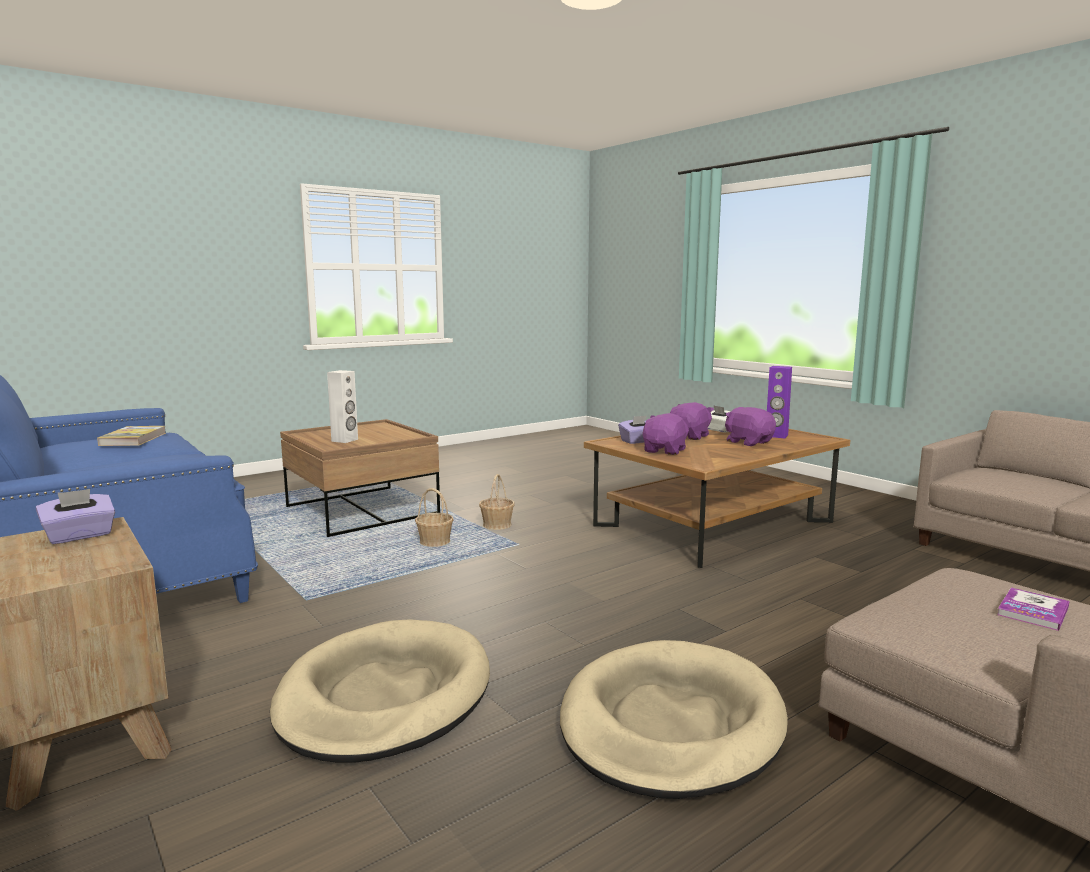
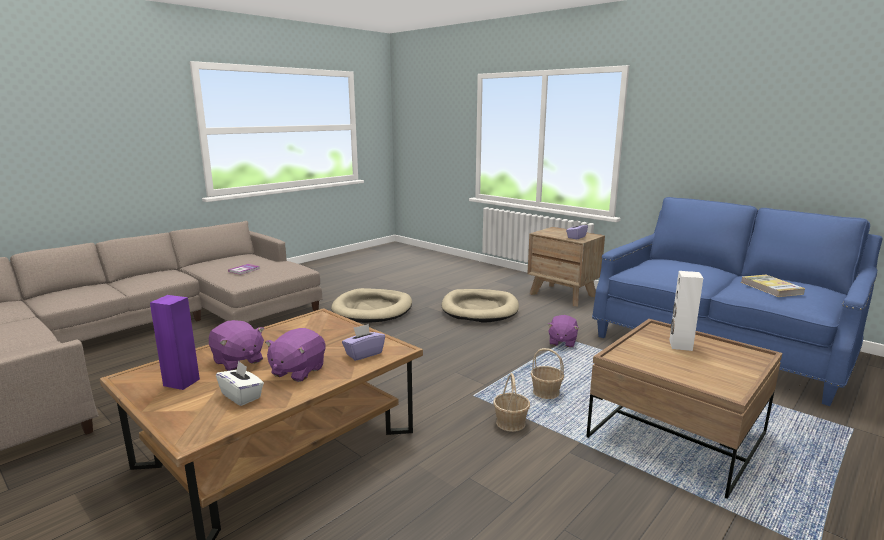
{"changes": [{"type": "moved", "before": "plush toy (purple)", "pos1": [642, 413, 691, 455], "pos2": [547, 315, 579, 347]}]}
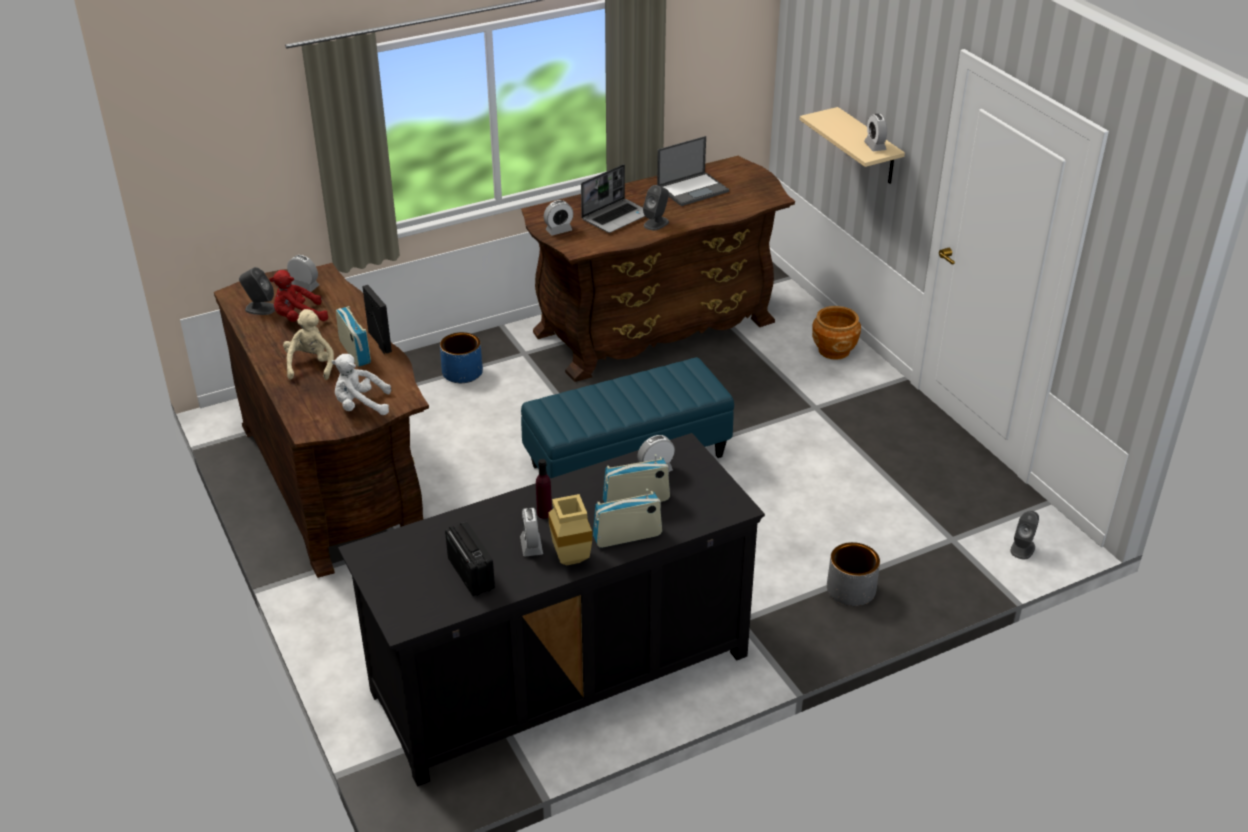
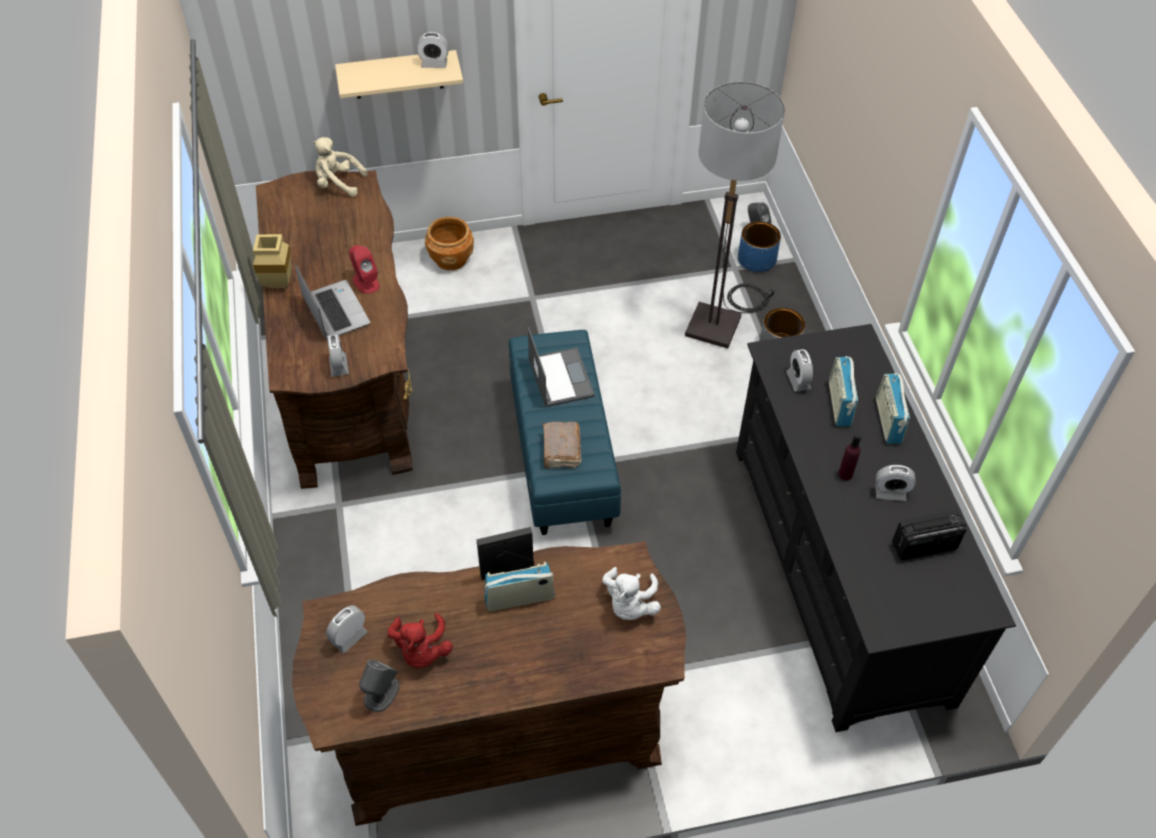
{"changes": [{"type": "moved", "before": "laptop", "pos1": [657, 136, 729, 206], "pos2": [528, 327, 595, 407]}, {"type": "recoloured", "before": "speaker (grey)", "after": "speaker (red)", "pos1": [643, 185, 669, 230], "pos2": [349, 245, 380, 294]}, {"type": "moved", "before": "plush toy (beige)", "pos1": [283, 309, 334, 380], "pos2": [313, 137, 368, 197]}, {"type": "moved", "before": "planter (blue)", "pos1": [440, 332, 483, 383], "pos2": [738, 221, 781, 272]}, {"type": "moved", "before": "vase (beige)", "pos1": [548, 494, 592, 565], "pos2": [253, 234, 292, 288]}, {"type": "added", "after": "floor lamp", "pos2": [685, 82, 785, 349]}, {"type": "added", "after": "book (brown)", "pos2": [542, 422, 581, 469]}]}
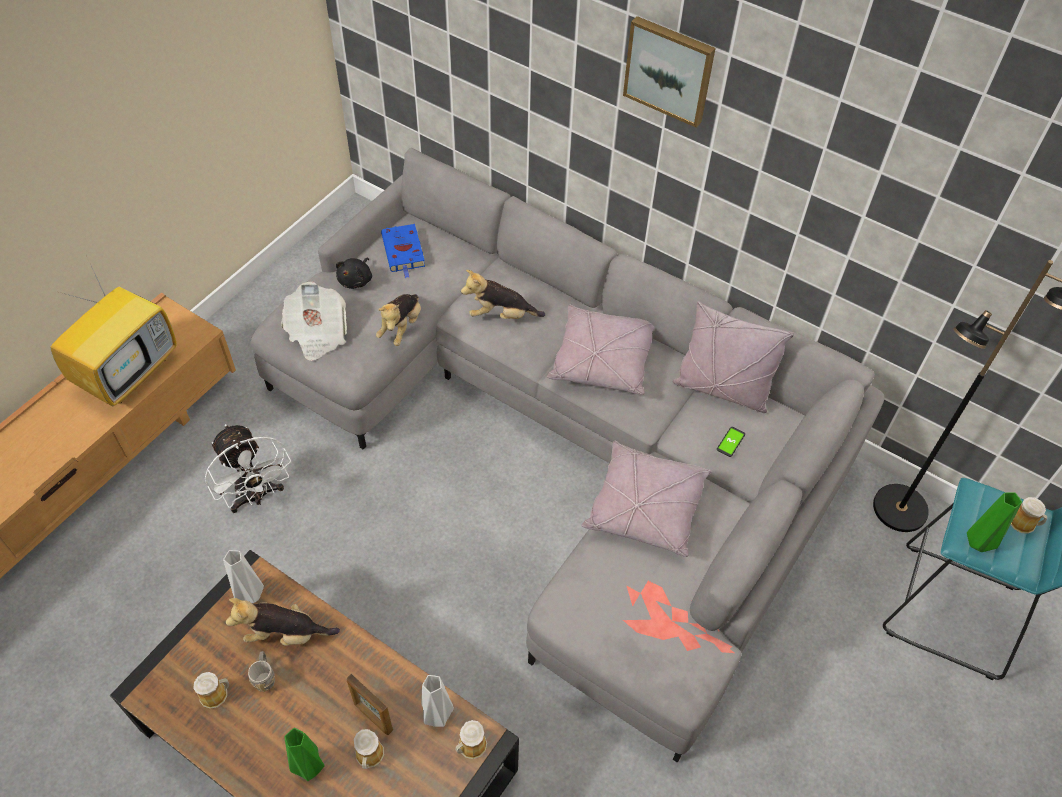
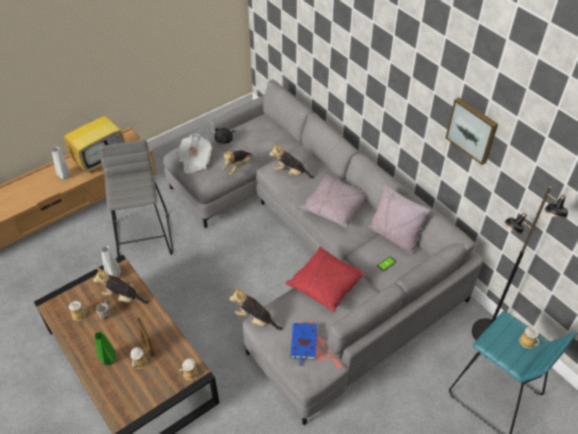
{"changes": [{"type": "moved", "before": "picture", "pos1": [623, 16, 716, 128], "pos2": [446, 97, 498, 165]}, {"type": "moved", "before": "book (blue)", "pos1": [381, 224, 425, 278], "pos2": [290, 323, 317, 366]}, {"type": "replaced", "before": "fan (white)", "after": "stool (grey)", "pos1": [205, 424, 291, 513], "pos2": [99, 140, 173, 257]}, {"type": "recoloured", "before": "pillow (purple)", "after": "pillow (red)", "pos1": [582, 441, 711, 557], "pos2": [285, 246, 366, 312]}, {"type": "removed", "before": "vase (green)", "pos1": [967, 492, 1022, 552]}, {"type": "moved", "before": "vase (grey)", "pos1": [421, 675, 454, 727], "pos2": [52, 146, 71, 179]}, {"type": "added", "after": "plush toy", "pos2": [229, 287, 283, 330]}]}
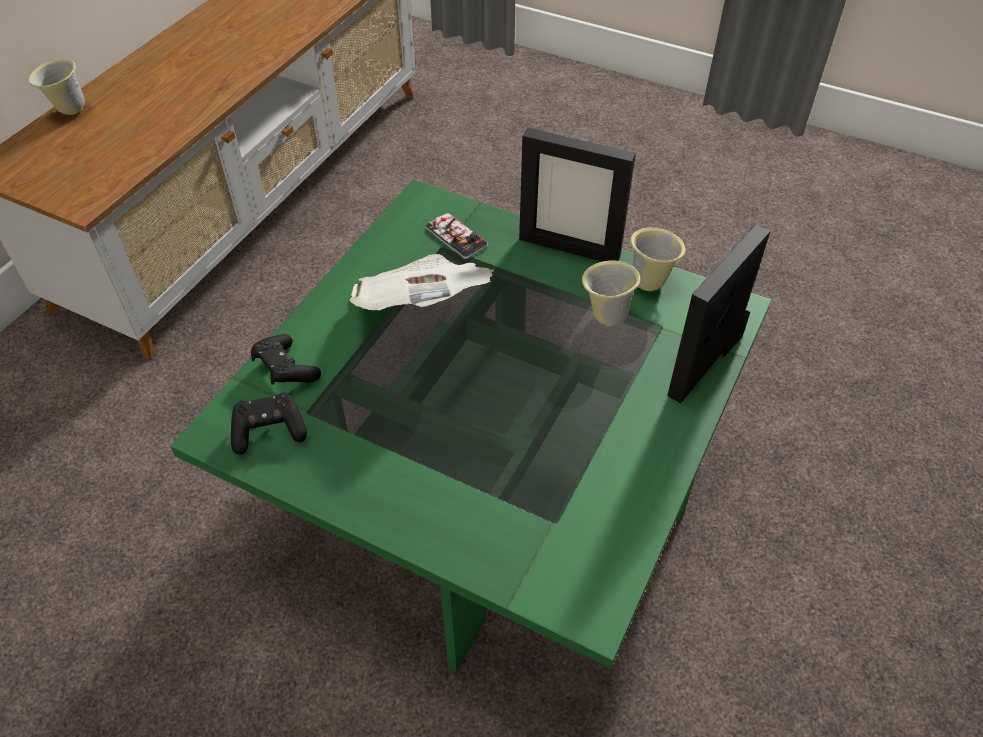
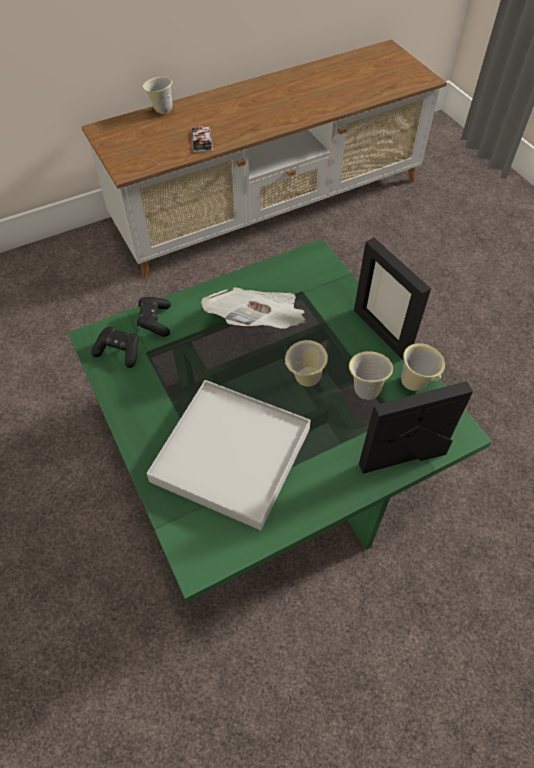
{"changes": [{"type": "moved", "before": "phone", "pos1": [425, 212, 488, 259], "pos2": [192, 126, 213, 152]}, {"type": "added", "after": "mug (beige)", "pos2": [285, 340, 328, 387]}, {"type": "added", "after": "tray (white)", "pos2": [146, 380, 311, 530]}]}
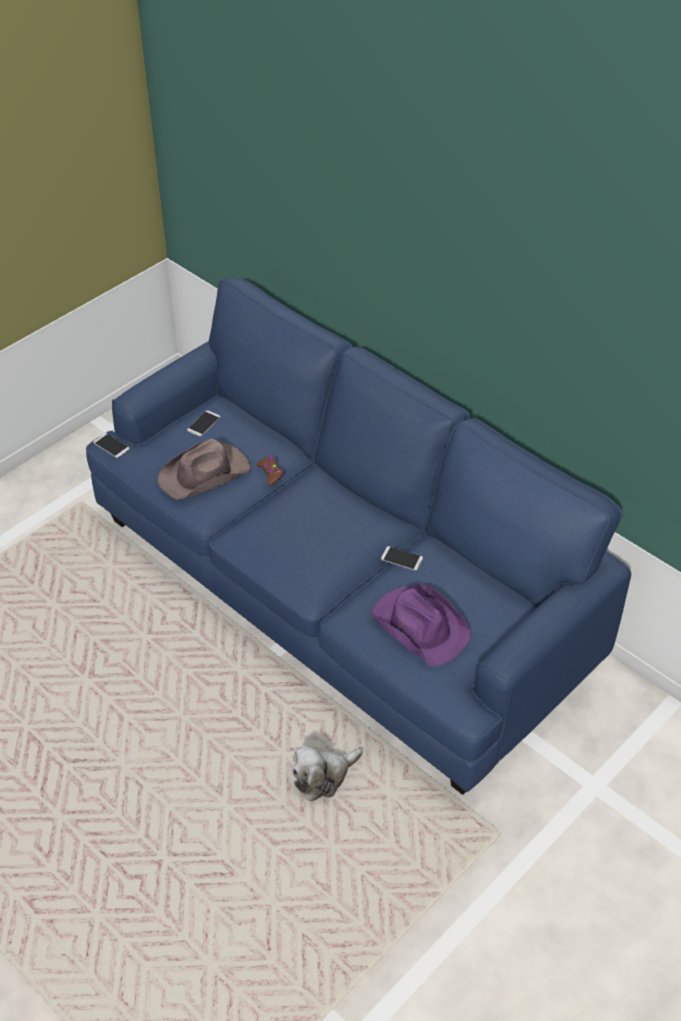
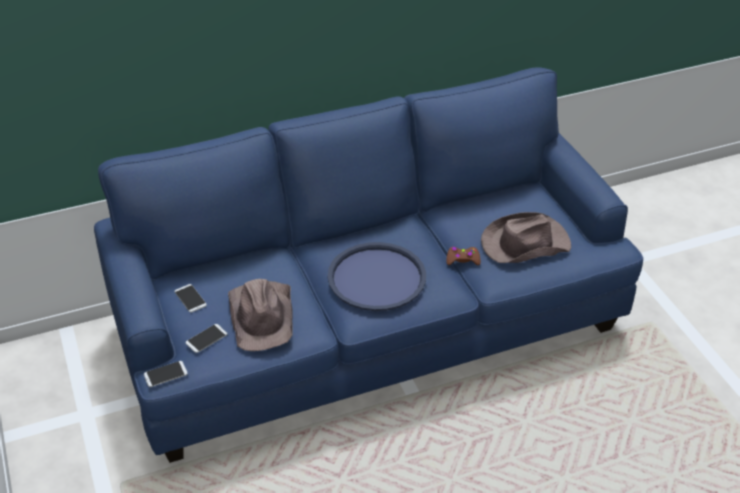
{"changes": [{"type": "moved", "before": "game controller (brown)", "pos1": [256, 456, 283, 486], "pos2": [446, 247, 481, 265]}, {"type": "moved", "before": "phone", "pos1": [381, 546, 423, 570], "pos2": [186, 324, 227, 353]}, {"type": "recoloured", "before": "hat (purple)", "after": "hat (brown)", "pos1": [371, 584, 471, 666], "pos2": [481, 212, 571, 263]}, {"type": "removed", "before": "plush toy", "pos1": [292, 745, 363, 801]}, {"type": "added", "after": "tray (blue)", "pos2": [328, 242, 426, 311]}]}
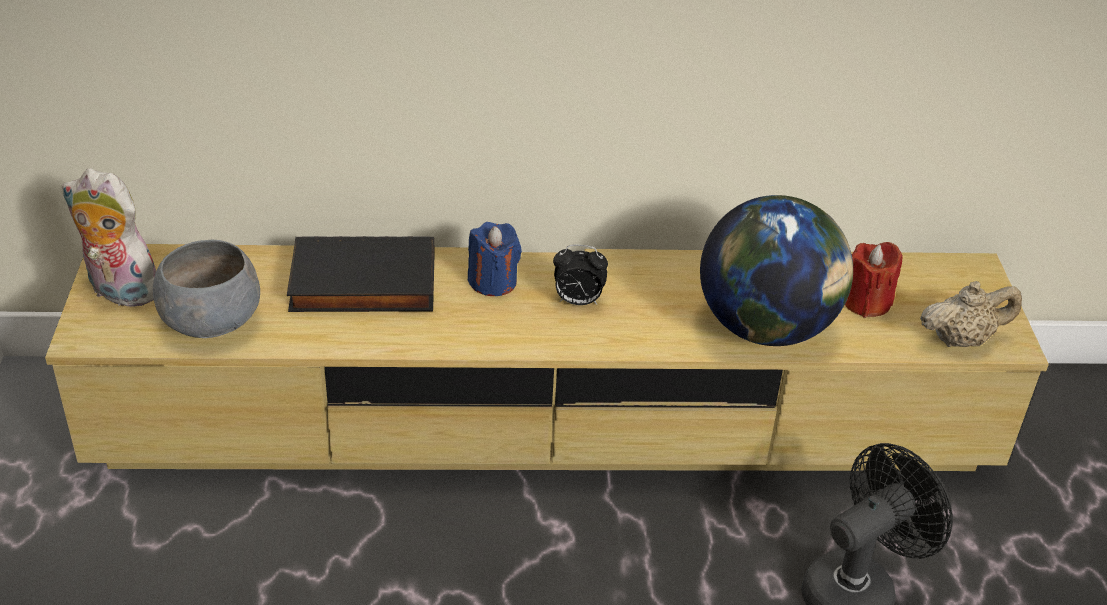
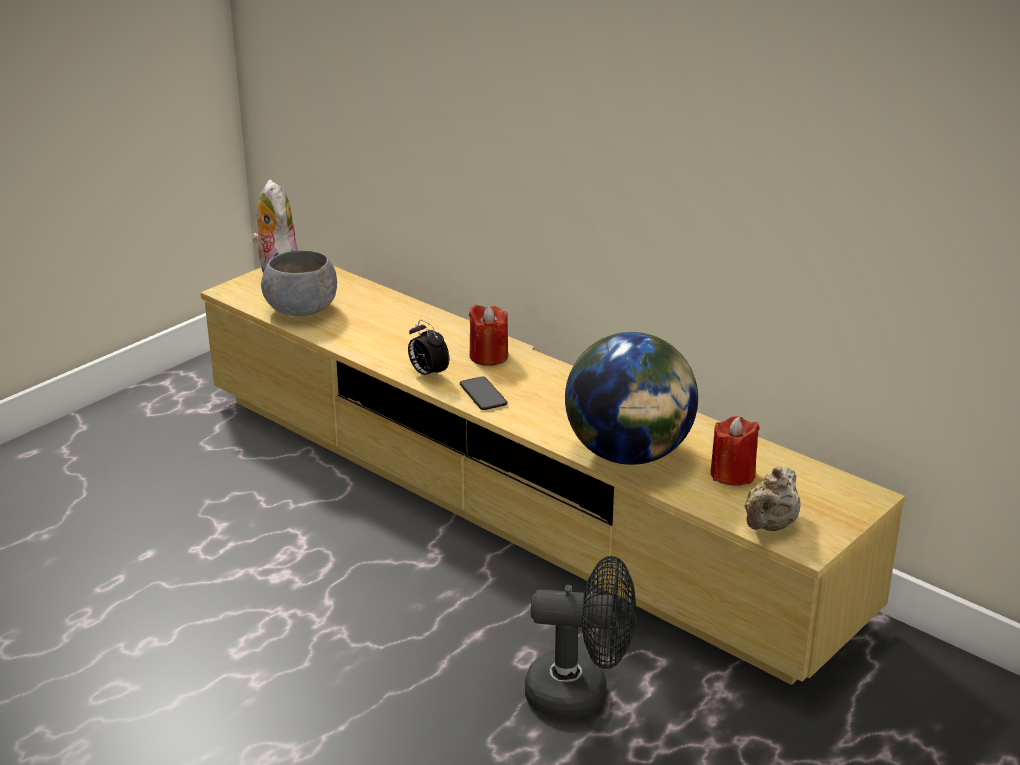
{"changes": [{"type": "recoloured", "before": "candle (blue)", "after": "candle (red)", "pos1": [467, 222, 522, 296], "pos2": [469, 305, 508, 366]}, {"type": "removed", "before": "book (black)", "pos1": [287, 236, 435, 312]}, {"type": "moved", "before": "alarm clock", "pos1": [553, 245, 608, 305], "pos2": [408, 320, 449, 380]}, {"type": "turned", "before": "teapot (beige)", "pos1": [920, 281, 1022, 347], "pos2": [744, 466, 801, 531], "turn": 90}, {"type": "added", "after": "phone", "pos2": [460, 377, 507, 410]}]}
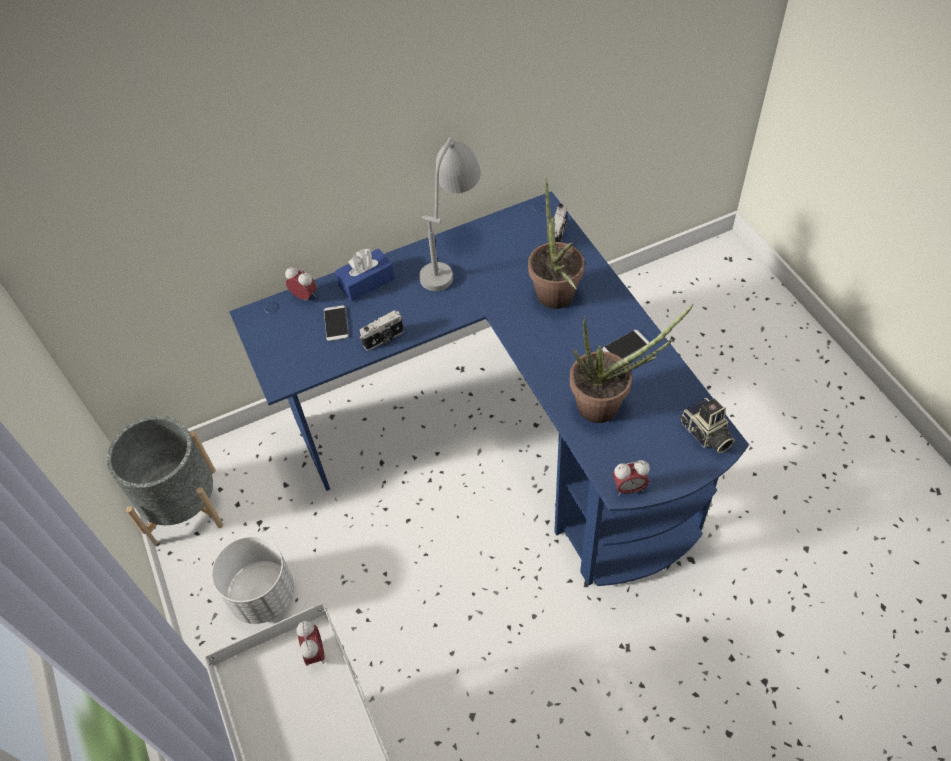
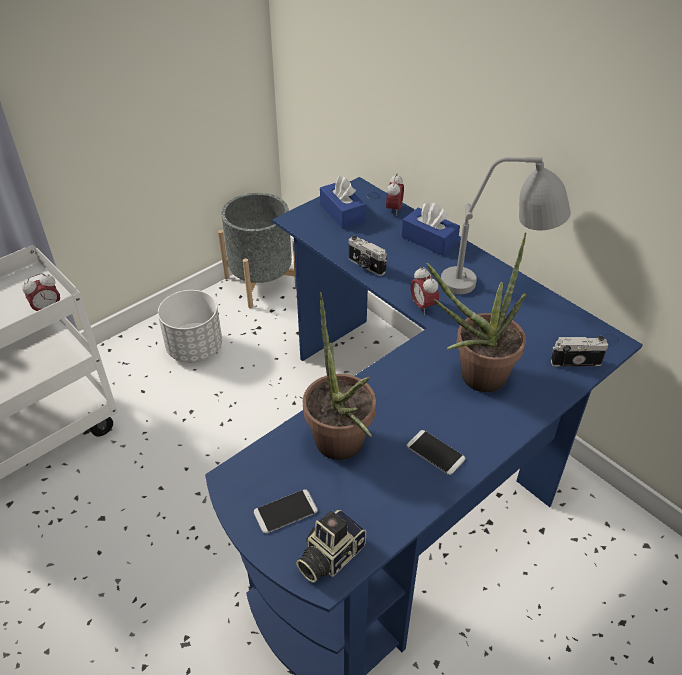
{"changes": [{"type": "moved", "before": "phone", "pos1": [324, 305, 349, 341], "pos2": [254, 489, 318, 534]}, {"type": "moved", "before": "alarm clock", "pos1": [613, 460, 650, 495], "pos2": [410, 267, 439, 315]}, {"type": "added", "after": "tissue box (blue)", "pos2": [320, 176, 366, 229]}]}
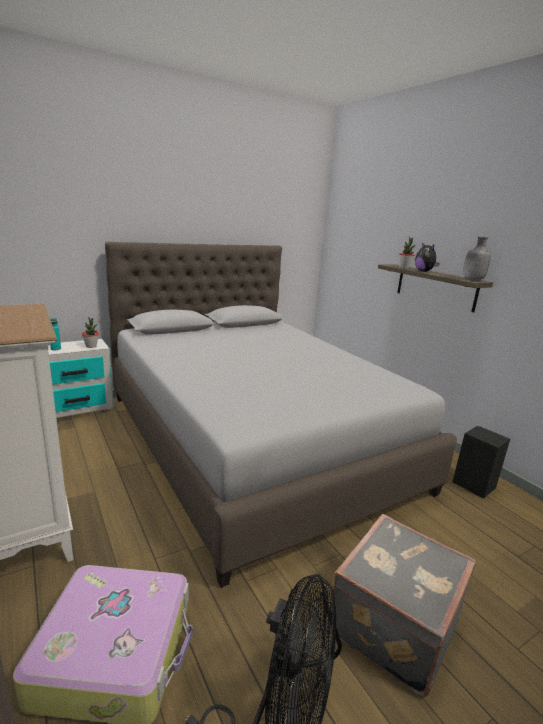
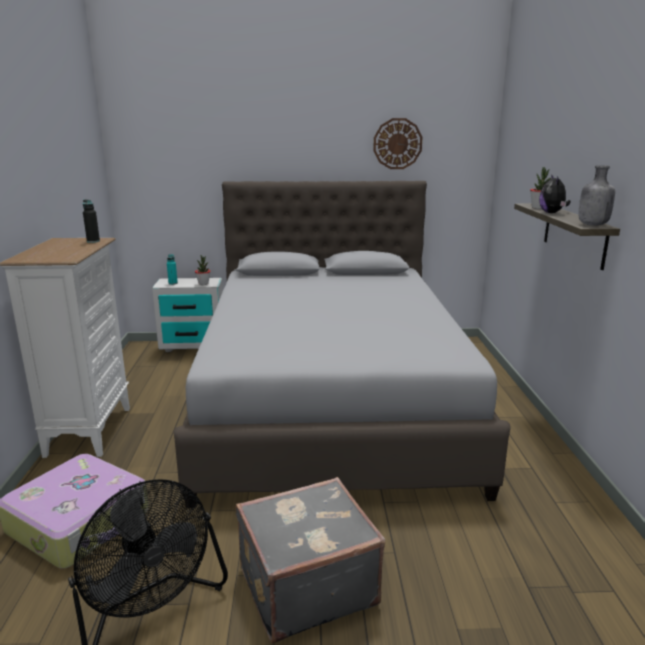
{"changes": [{"type": "removed", "before": "speaker (black)", "pos1": [452, 426, 510, 499]}, {"type": "added", "after": "wall clock", "pos2": [373, 118, 423, 169]}, {"type": "added", "after": "bottle (black)", "pos2": [83, 199, 100, 243]}]}
